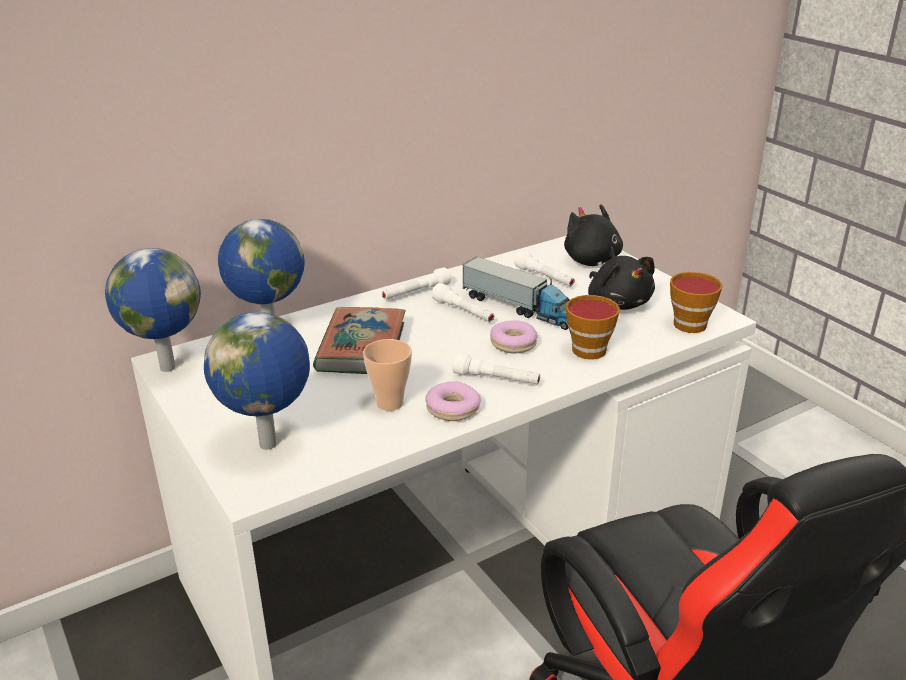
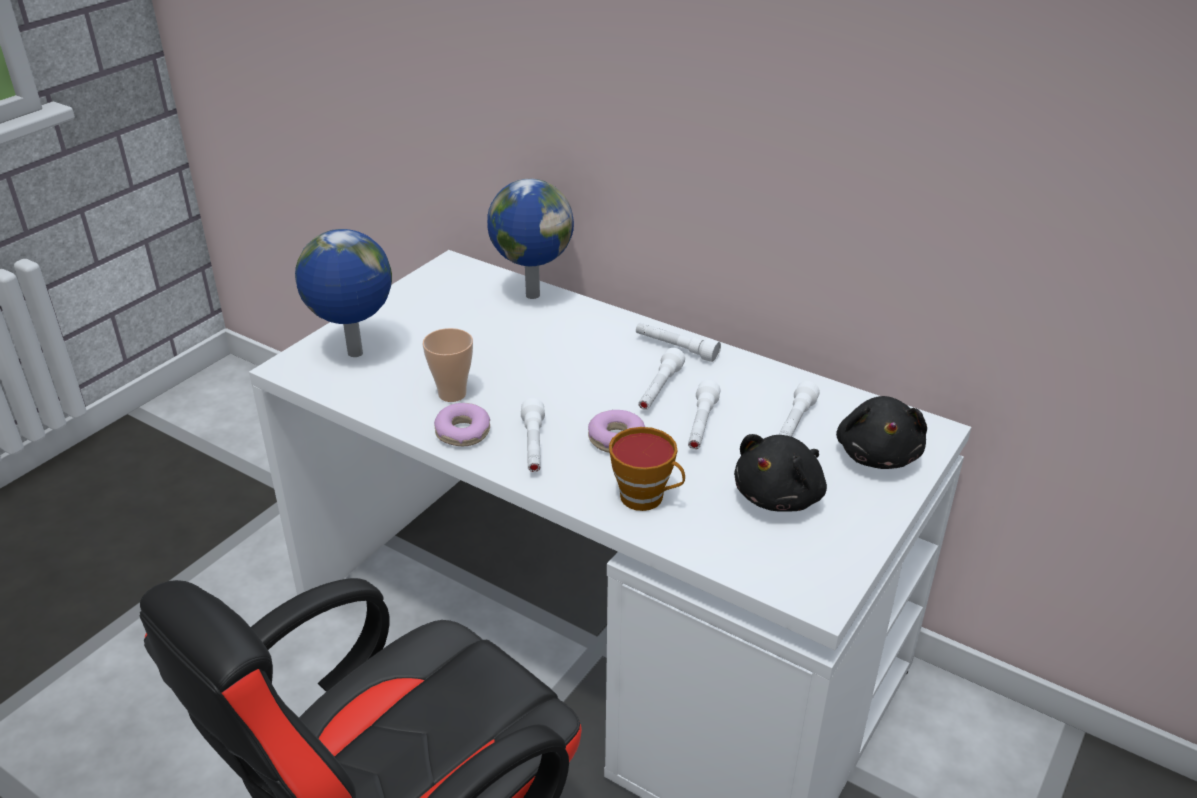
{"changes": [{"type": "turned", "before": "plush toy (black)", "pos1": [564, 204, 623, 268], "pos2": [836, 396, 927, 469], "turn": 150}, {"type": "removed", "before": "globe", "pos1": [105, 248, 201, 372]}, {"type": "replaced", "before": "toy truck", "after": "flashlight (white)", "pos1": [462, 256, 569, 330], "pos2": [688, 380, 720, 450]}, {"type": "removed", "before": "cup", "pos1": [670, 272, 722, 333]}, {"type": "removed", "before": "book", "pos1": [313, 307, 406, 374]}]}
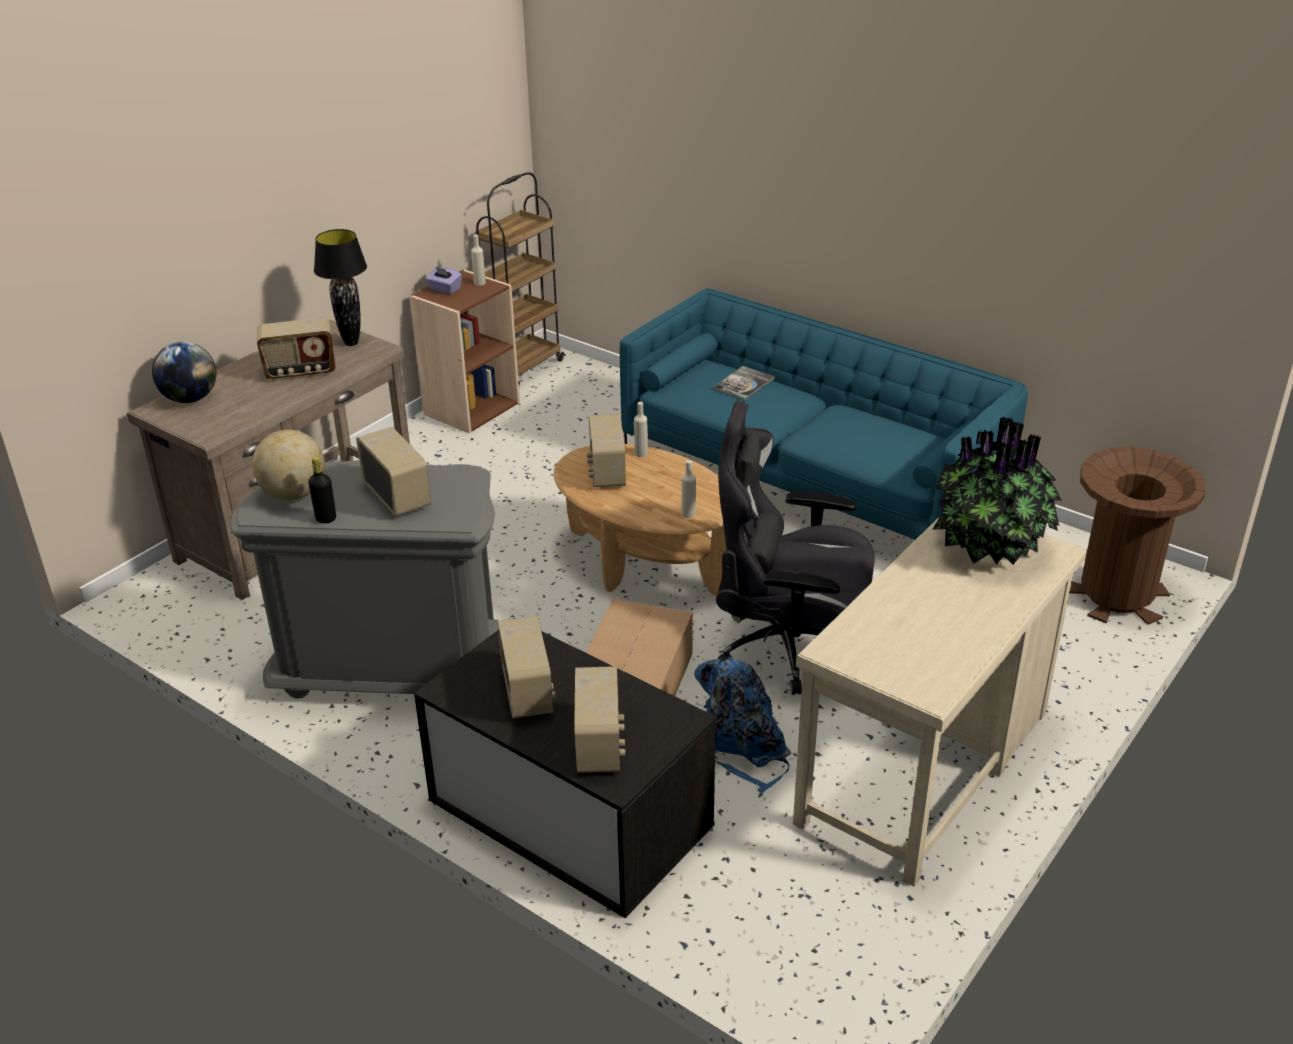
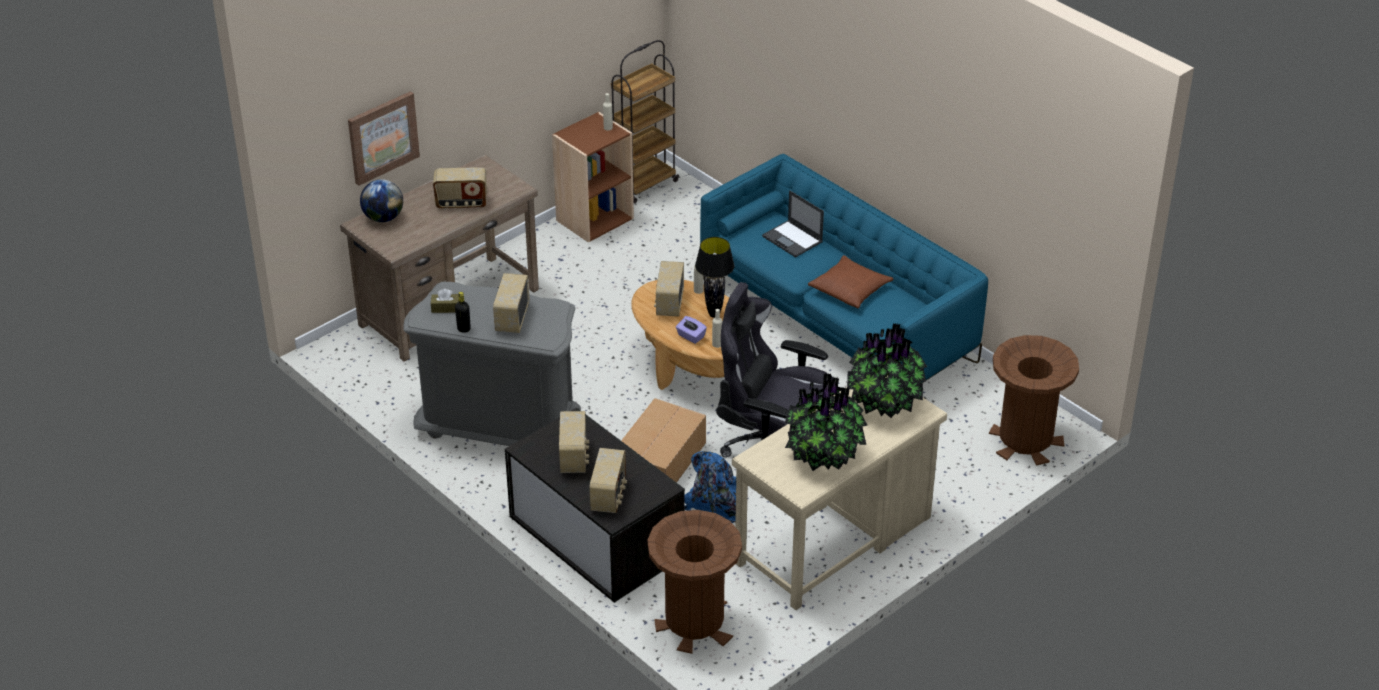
{"changes": [{"type": "moved", "before": "table lamp (black)", "pos1": [314, 229, 367, 346], "pos2": [695, 237, 735, 318]}, {"type": "moved", "before": "tissue box (purple)", "pos1": [425, 266, 462, 295], "pos2": [676, 316, 707, 344]}, {"type": "replaced", "before": "book", "after": "laptop", "pos1": [713, 366, 775, 400], "pos2": [762, 190, 824, 258]}, {"type": "turned", "before": "radio", "pos1": [356, 427, 431, 516], "pos2": [493, 273, 529, 333], "turn": -150}, {"type": "replaced", "before": "globe", "after": "tissue box (brown)", "pos1": [252, 430, 325, 500], "pos2": [431, 289, 459, 313]}, {"type": "added", "after": "picture", "pos2": [348, 91, 420, 186]}, {"type": "added", "after": "pillow (brown)", "pos2": [808, 255, 893, 309]}, {"type": "added", "after": "potted plant", "pos2": [785, 373, 867, 471]}, {"type": "added", "after": "trash can (brown)", "pos2": [648, 510, 742, 654]}]}
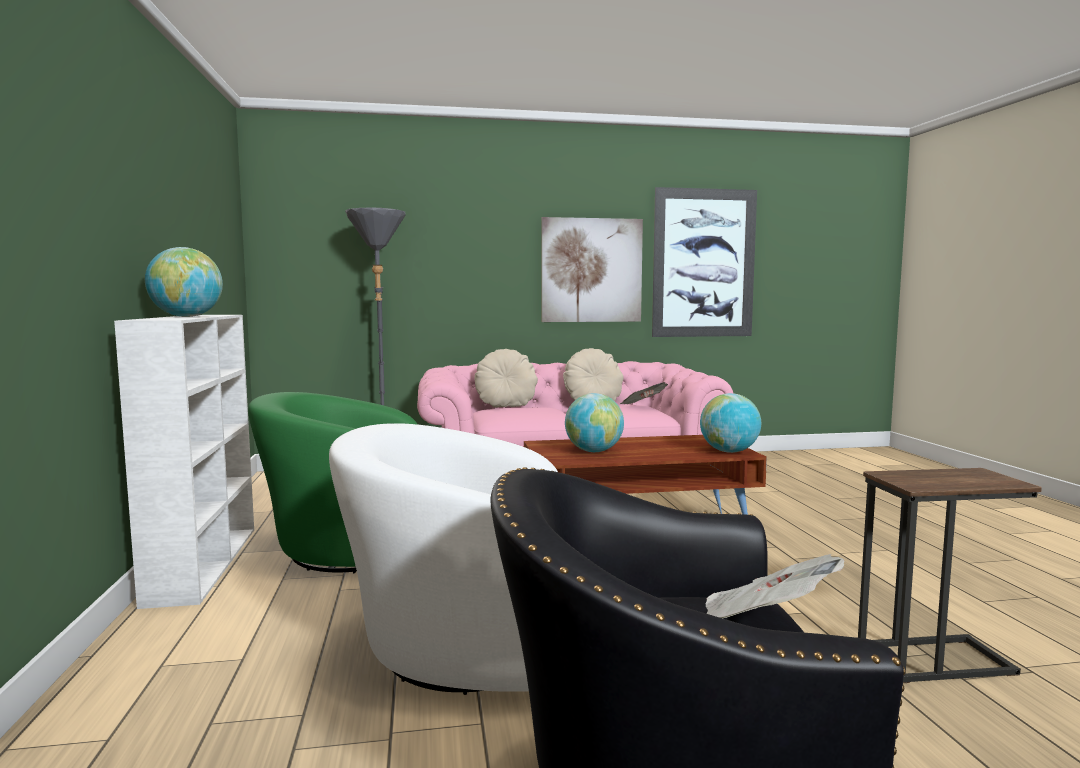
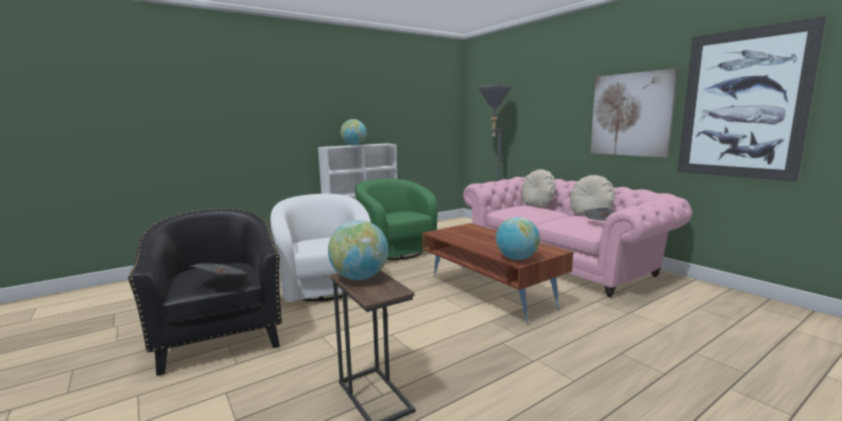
{"changes": [{"type": "moved", "before": "globe", "pos1": [565, 393, 624, 452], "pos2": [328, 220, 388, 280]}]}
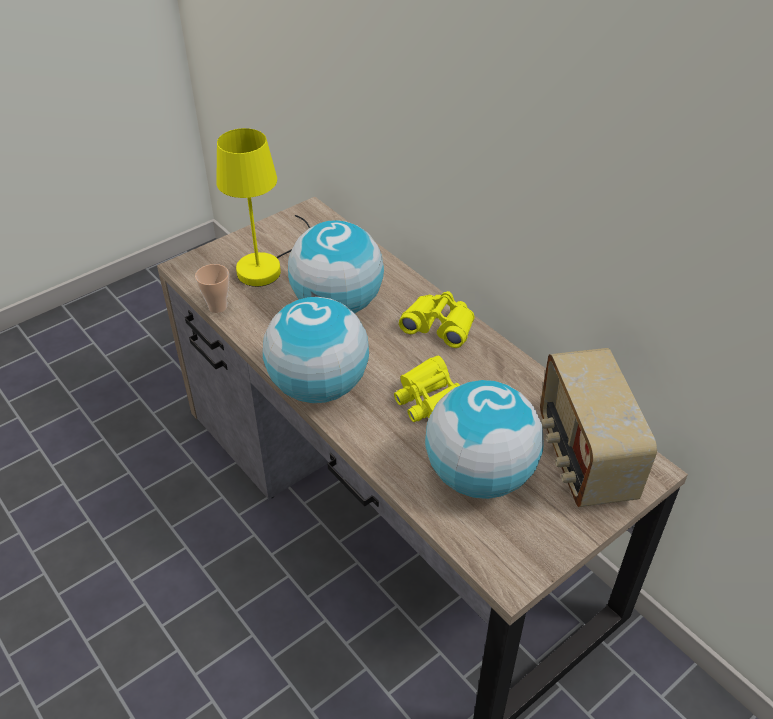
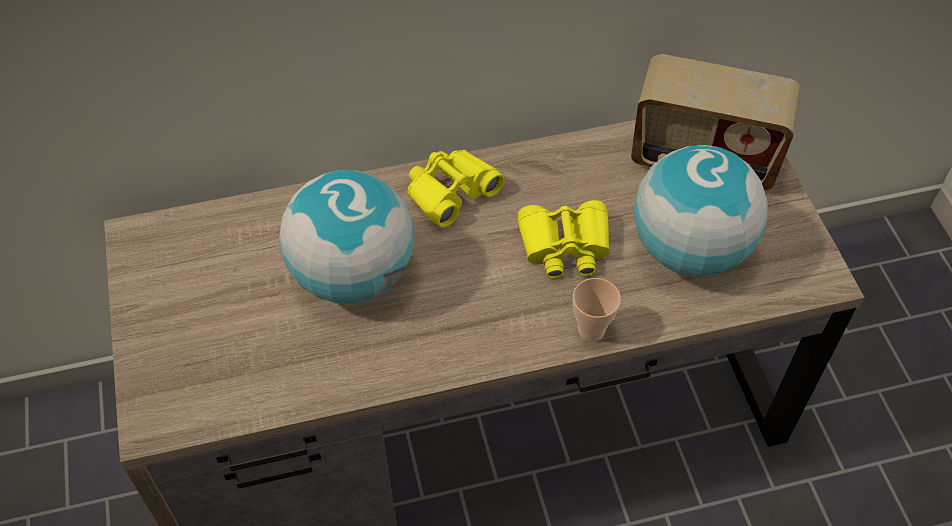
{"changes": [{"type": "removed", "before": "table lamp (yellow)", "pos1": [216, 128, 310, 287]}, {"type": "moved", "before": "cup", "pos1": [195, 264, 229, 313], "pos2": [573, 278, 621, 342]}, {"type": "removed", "before": "globe", "pos1": [263, 297, 369, 403]}]}
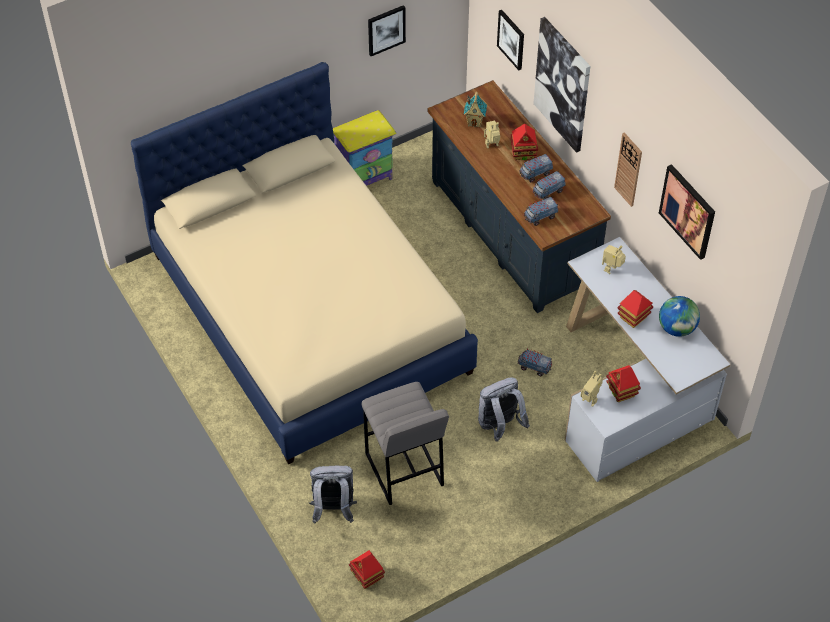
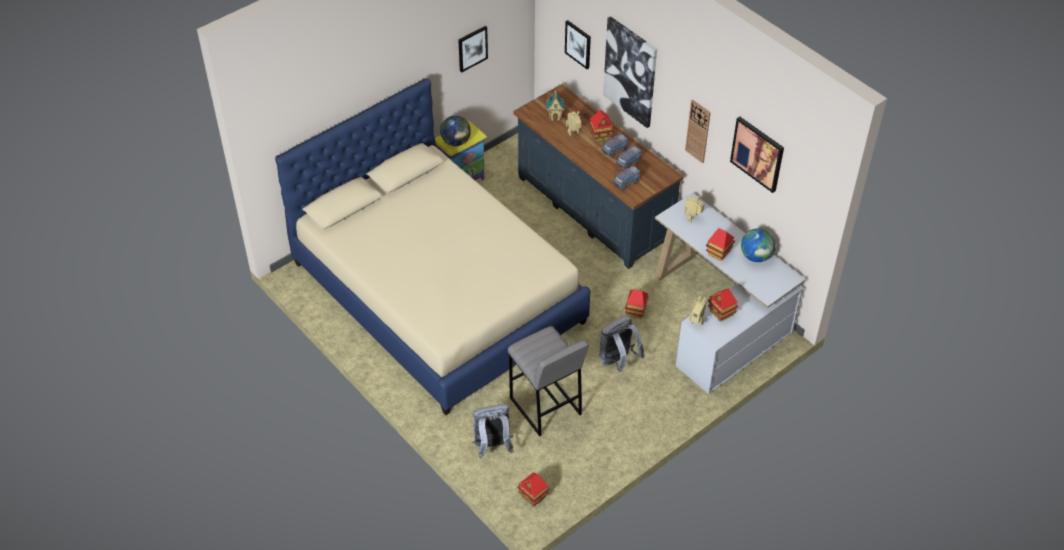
{"changes": [{"type": "replaced", "before": "toy truck", "after": "toy house", "pos1": [518, 349, 552, 376], "pos2": [625, 289, 648, 318]}, {"type": "added", "after": "globe", "pos2": [440, 116, 471, 146]}]}
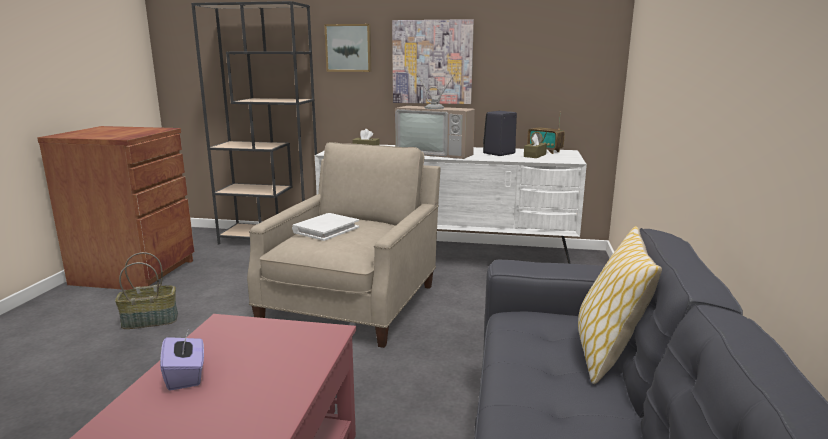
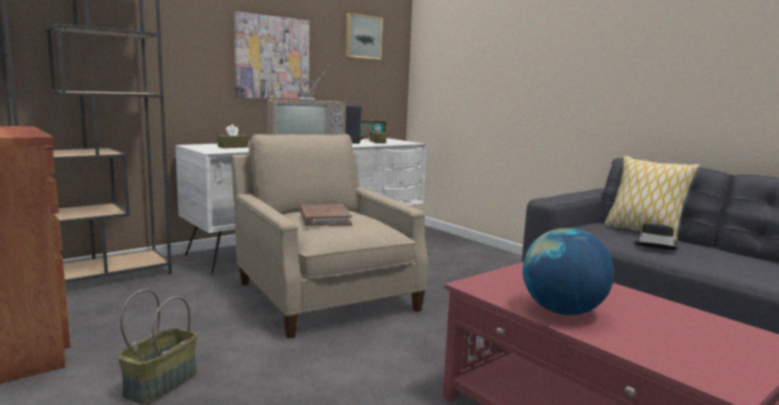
{"changes": [{"type": "moved", "before": "picture", "pos1": [324, 24, 371, 72], "pos2": [346, 13, 383, 60]}, {"type": "recoloured", "before": "book (white)", "after": "book (brown)", "pos1": [292, 213, 359, 241], "pos2": [299, 204, 352, 226]}, {"type": "replaced", "before": "tissue box (purple)", "after": "globe", "pos1": [160, 331, 204, 391], "pos2": [523, 228, 614, 315]}, {"type": "added", "after": "hat (black)", "pos2": [633, 223, 678, 250]}]}
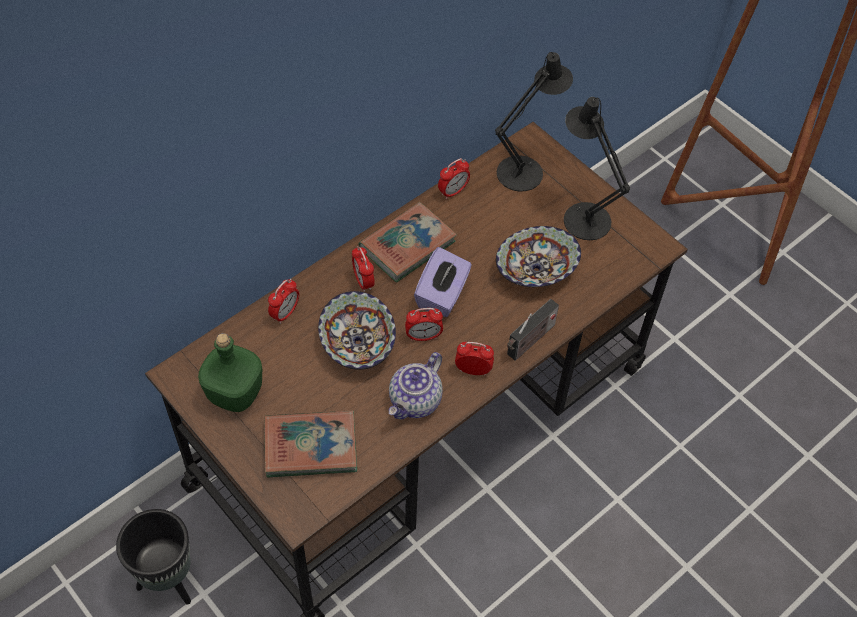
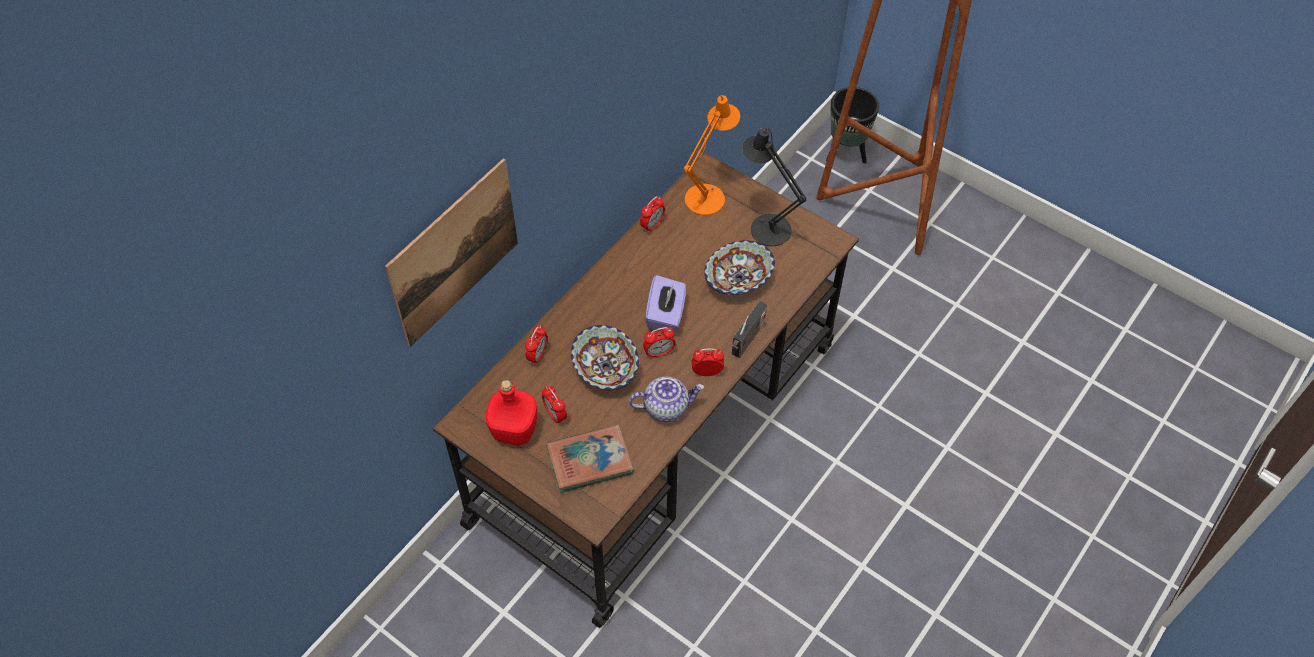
{"changes": [{"type": "recoloured", "before": "table lamp (black)", "after": "table lamp (orange)", "pos1": [495, 52, 573, 192], "pos2": [684, 95, 740, 215]}, {"type": "removed", "before": "book", "pos1": [359, 202, 457, 282]}, {"type": "moved", "before": "alarm clock", "pos1": [352, 246, 375, 292], "pos2": [542, 386, 567, 424]}, {"type": "recoloured", "before": "bottle (green)", "after": "bottle (red)", "pos1": [198, 333, 263, 412], "pos2": [485, 380, 537, 445]}, {"type": "turned", "before": "teapot", "pos1": [389, 352, 443, 419], "pos2": [629, 377, 704, 422], "turn": -120}, {"type": "moved", "before": "planter (black)", "pos1": [116, 509, 191, 605], "pos2": [826, 87, 879, 163]}, {"type": "added", "after": "picture", "pos2": [385, 158, 518, 347]}]}
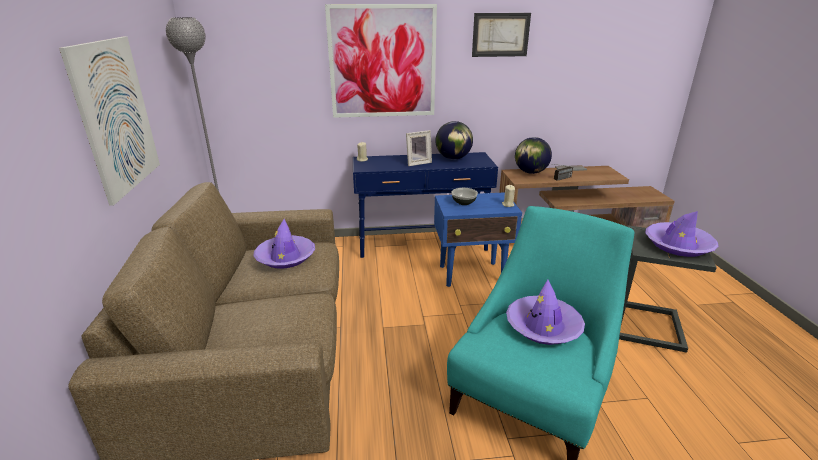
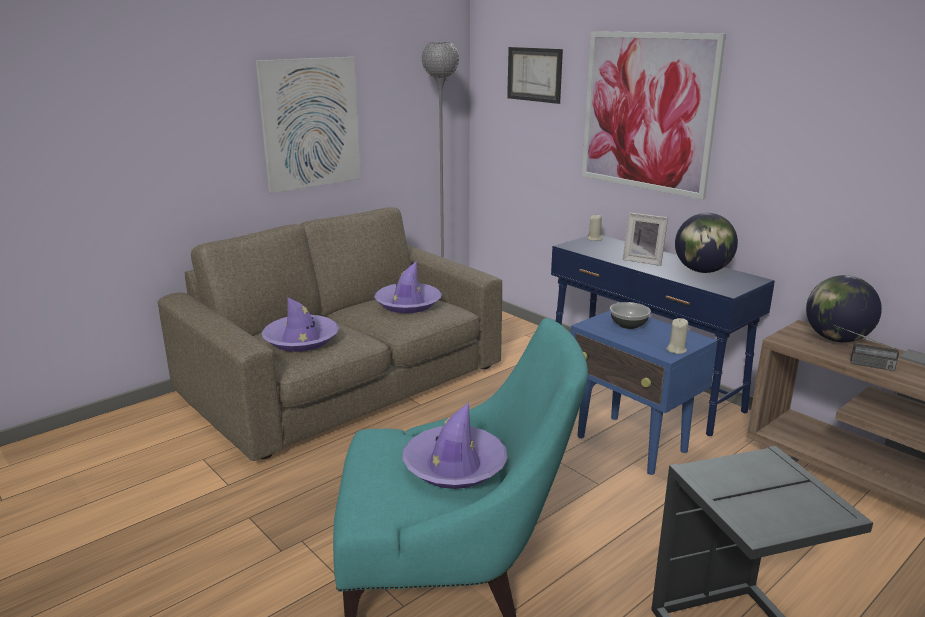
{"changes": [{"type": "moved", "before": "picture", "pos1": [472, 13, 531, 57], "pos2": [507, 47, 563, 104]}, {"type": "moved", "before": "hat (purple)", "pos1": [646, 211, 718, 257], "pos2": [261, 298, 339, 352]}]}
